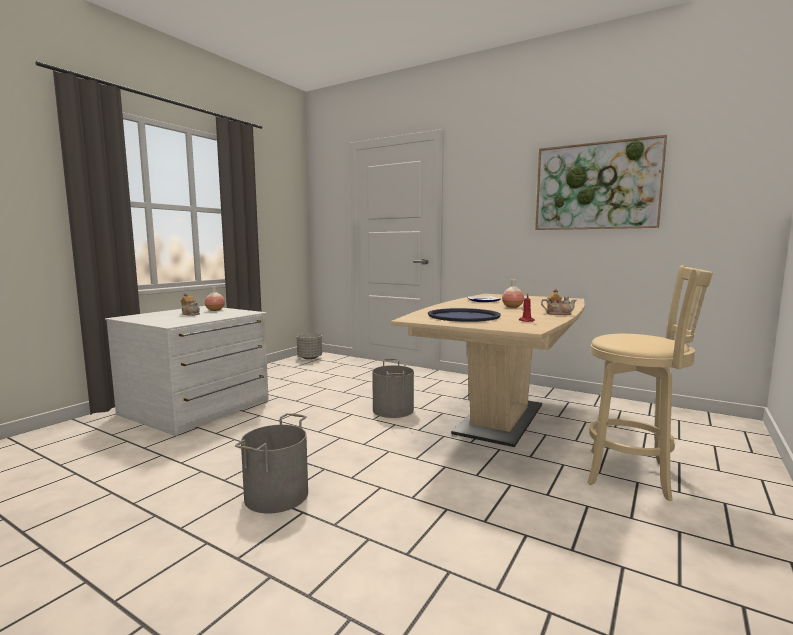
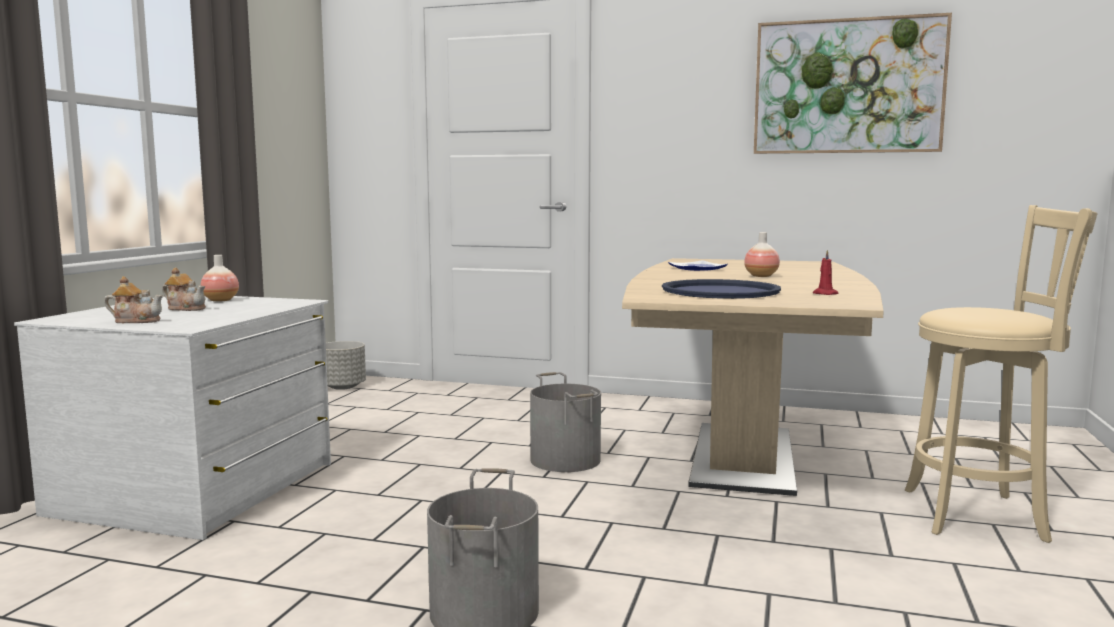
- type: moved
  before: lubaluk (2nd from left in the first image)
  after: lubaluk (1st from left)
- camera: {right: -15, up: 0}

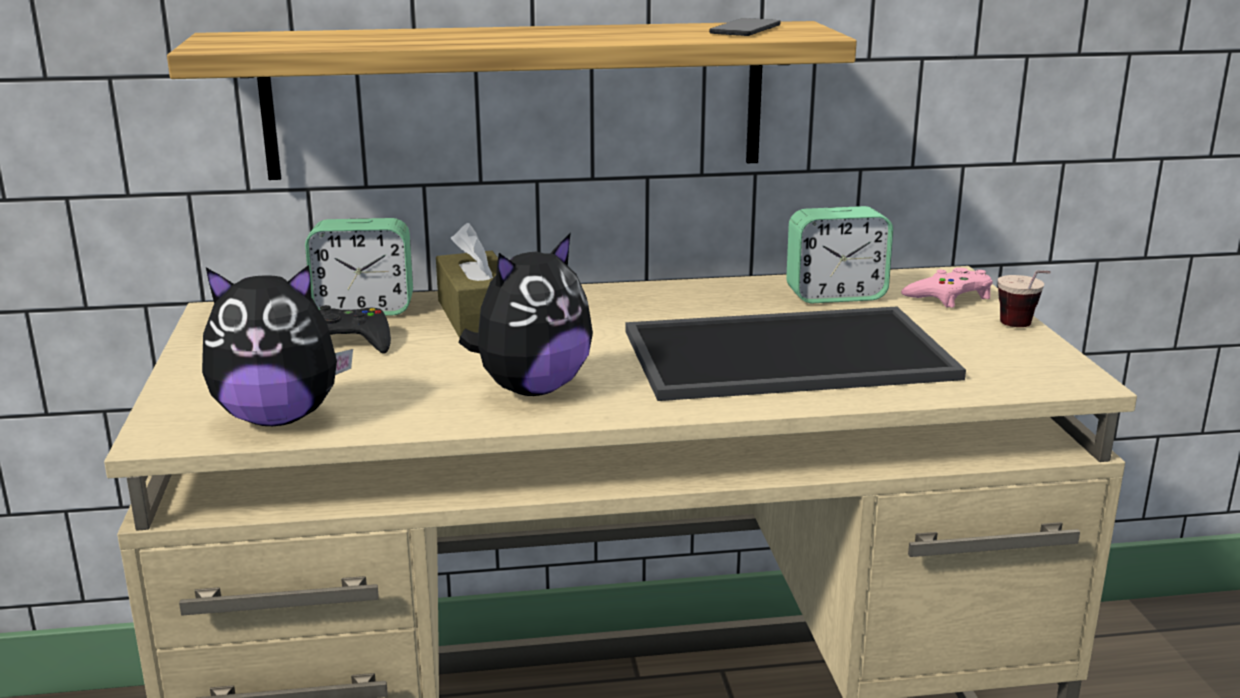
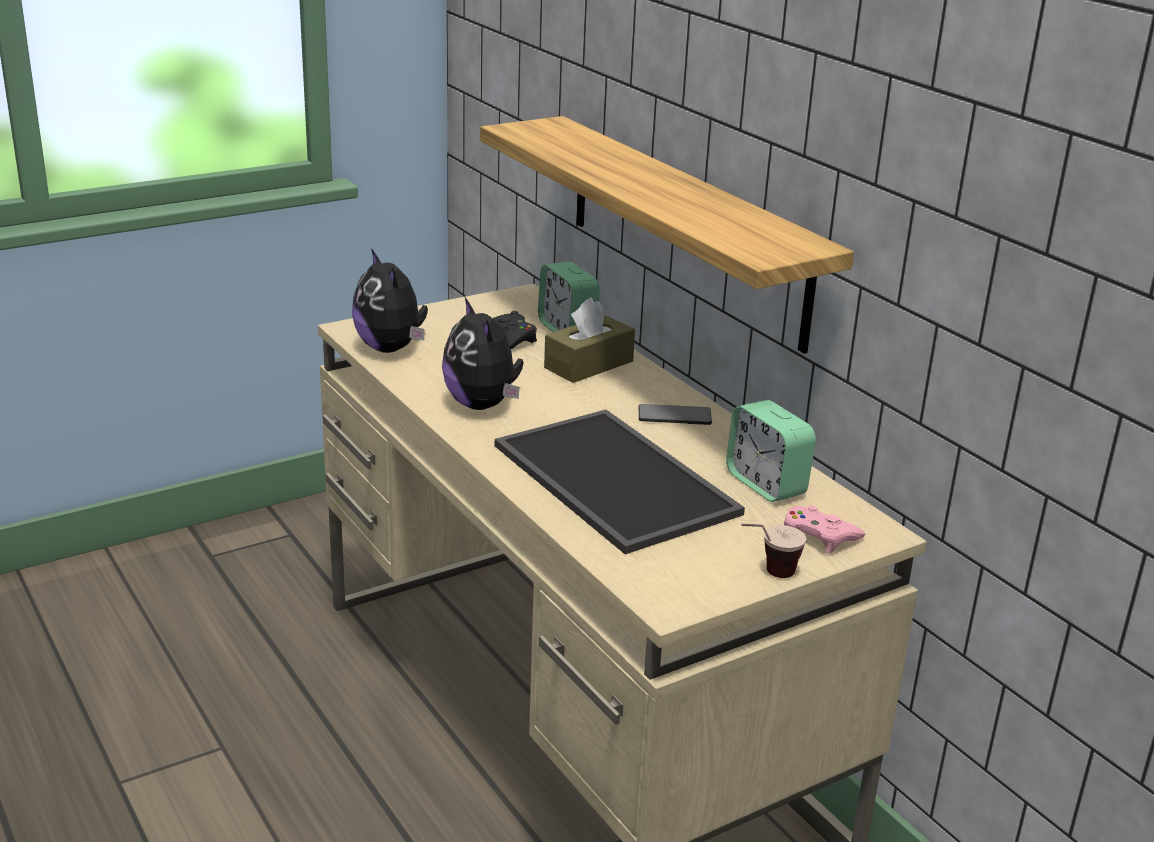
- type: moved
  before: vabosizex
- type: turned
  before: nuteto (2nd from left)
  turn: 45
- camera: {right: 65, up: 5}

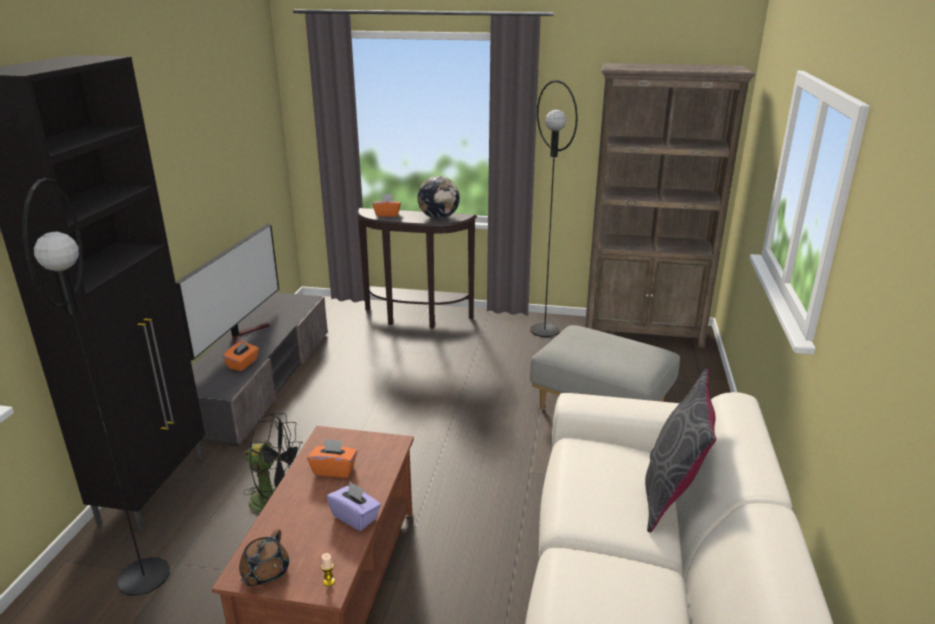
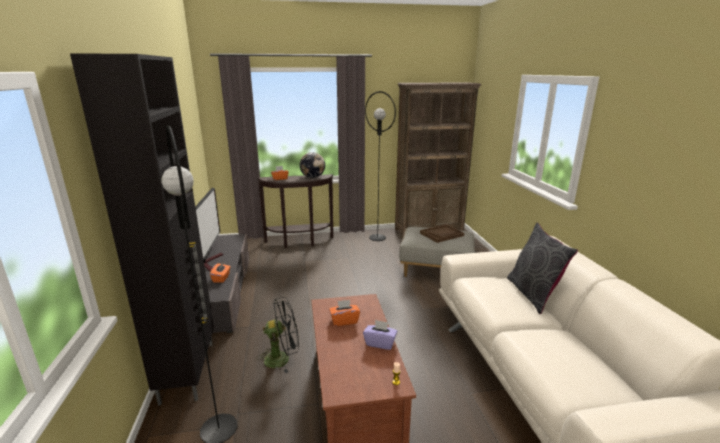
- type: removed
  before: brown lubaluk
- type: added
  after: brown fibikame
- camera: {right: -20, up: -5}

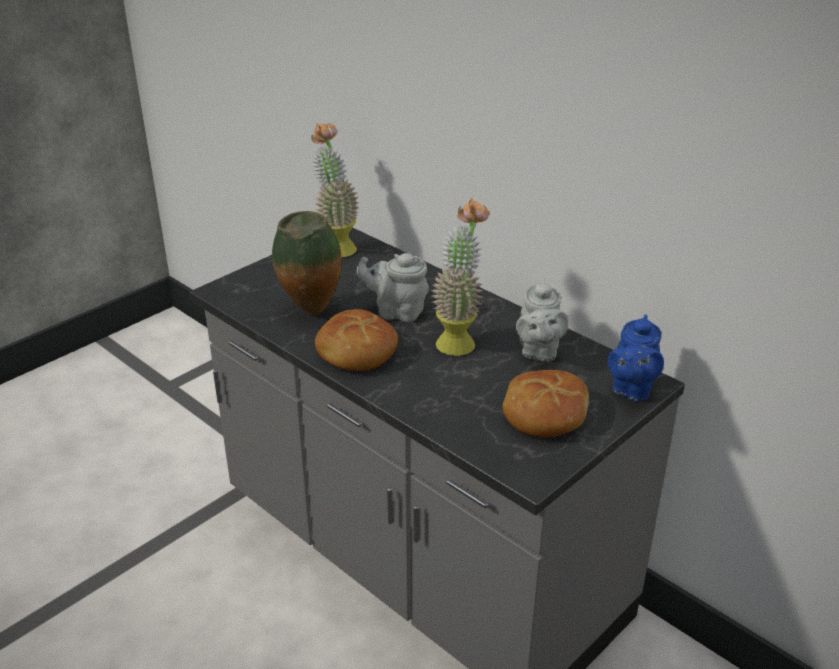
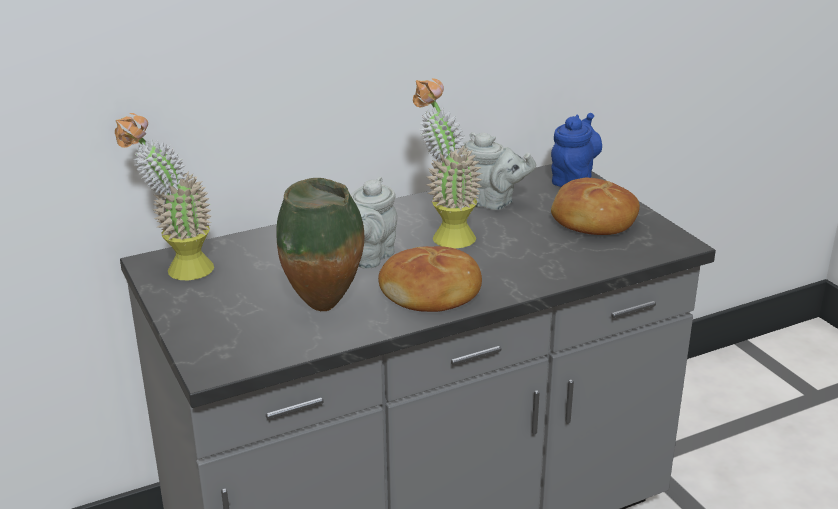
- type: turned
  before: blue lubaluk
  turn: -105
- camera: {right: -70, up: -5}

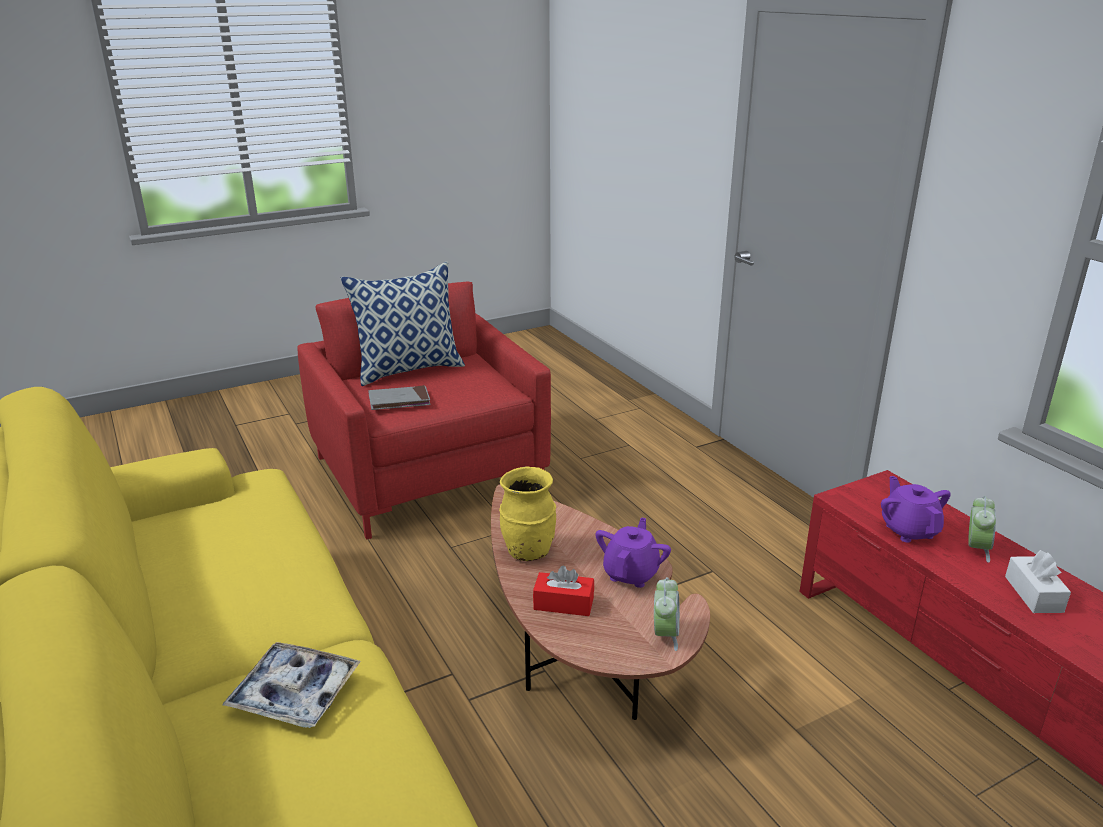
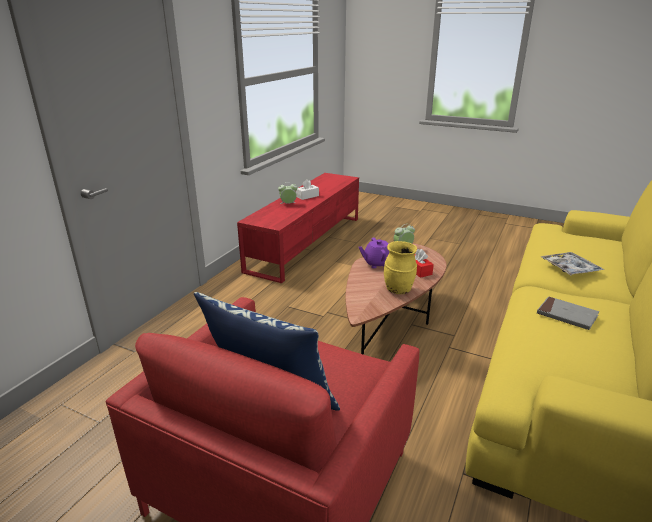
- type: moved
  before: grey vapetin
- type: removed
  before: purple lubaluk (2nd from left)
- camera: {right: -125, up: 0}

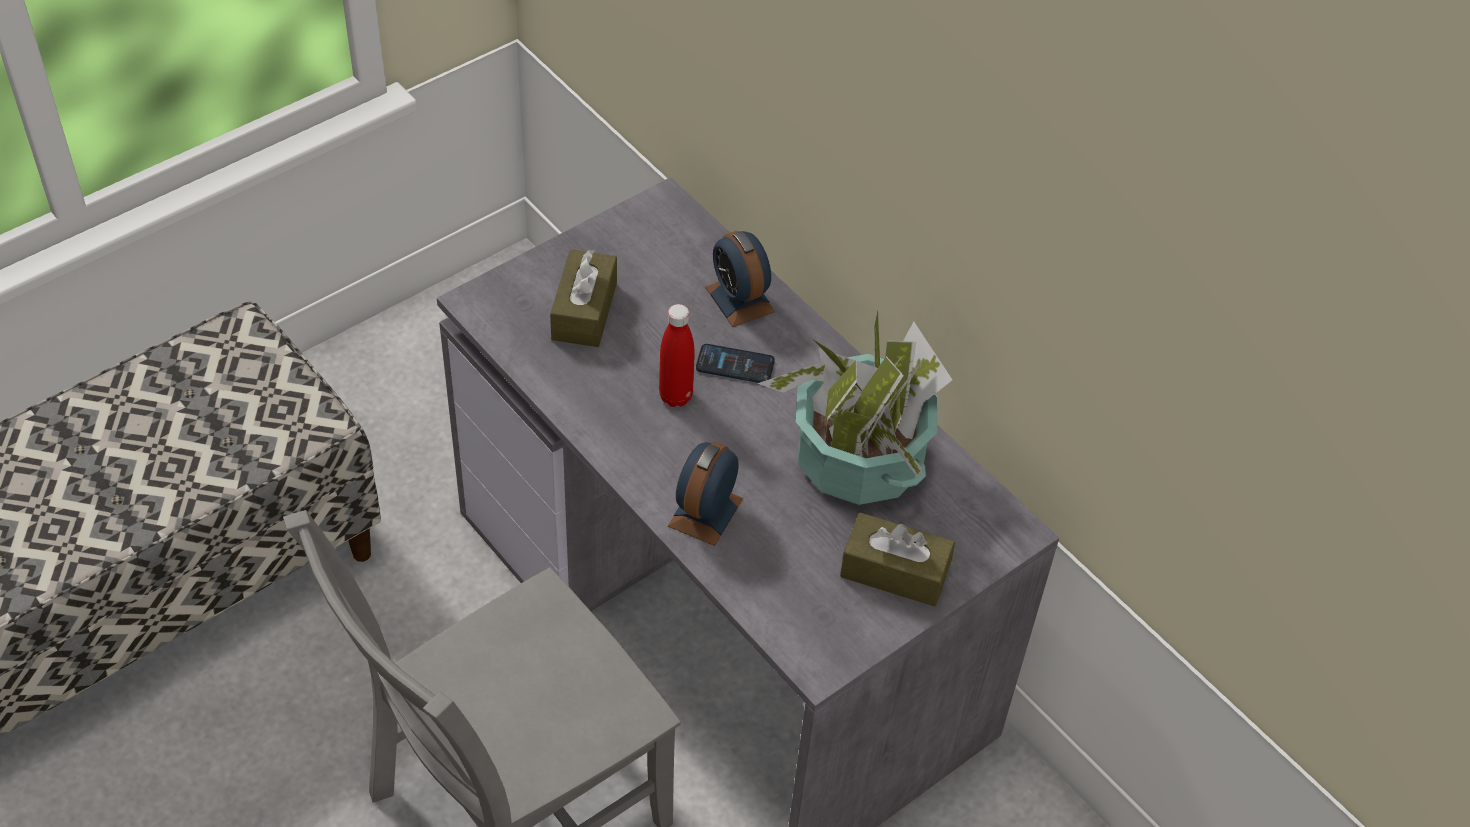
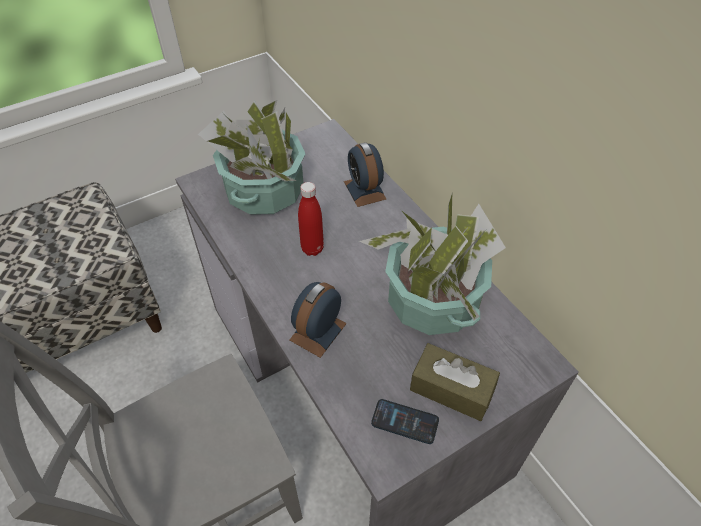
- type: replaced
  before: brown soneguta (1st from left)
  after: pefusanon (1st from left)
- type: moved
  before: vabosizex
- camera: {right: 10, up: 0}

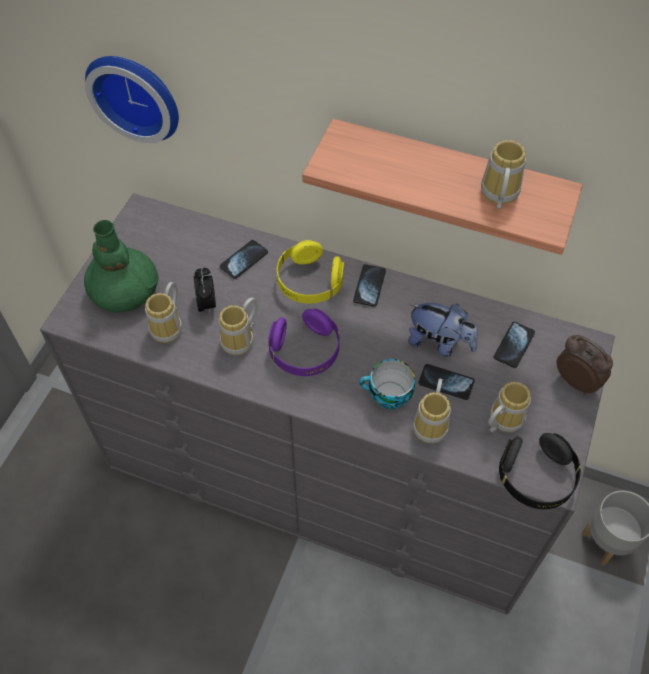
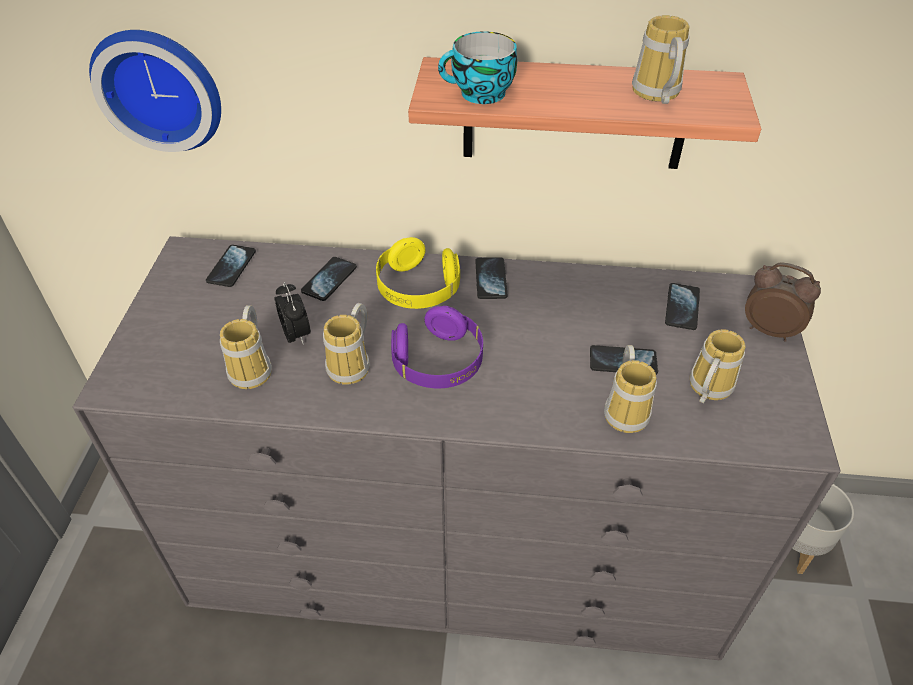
- type: removed
  before: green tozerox
- type: removed
  before: nuteto
- type: moved
  before: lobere
- type: removed
  before: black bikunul
- type: added
  after: vabosizex (1st from left)
- camera: {right: -15, up: -10}

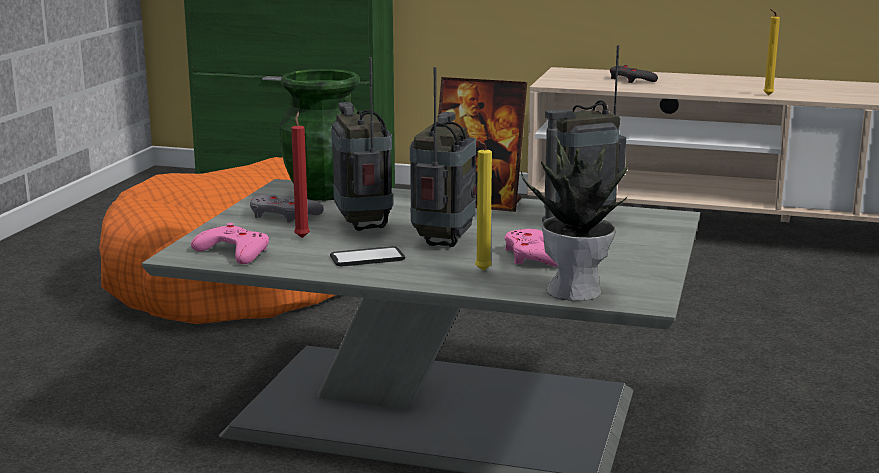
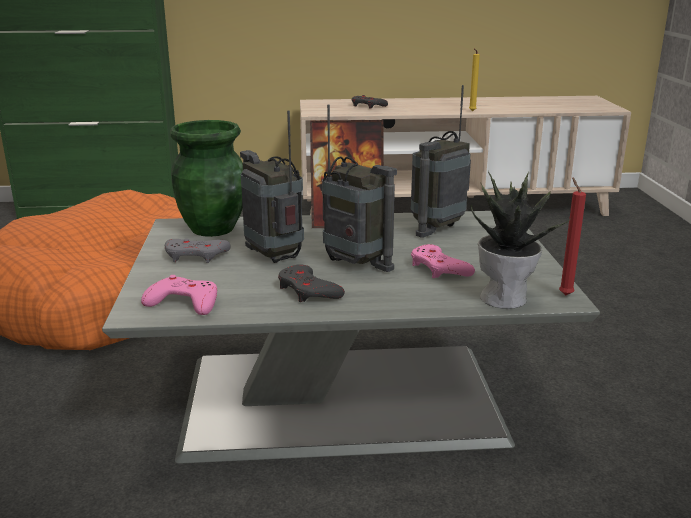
- type: turned
  before: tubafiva (2nd from left)
  turn: 135
- type: moved
  before: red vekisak
- type: removed
  before: yellow vekisak (1st from left)
- type: replaced
  before: vabosizex
  after: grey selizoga (2nd from left)
- camera: {right: -20, up: 5}

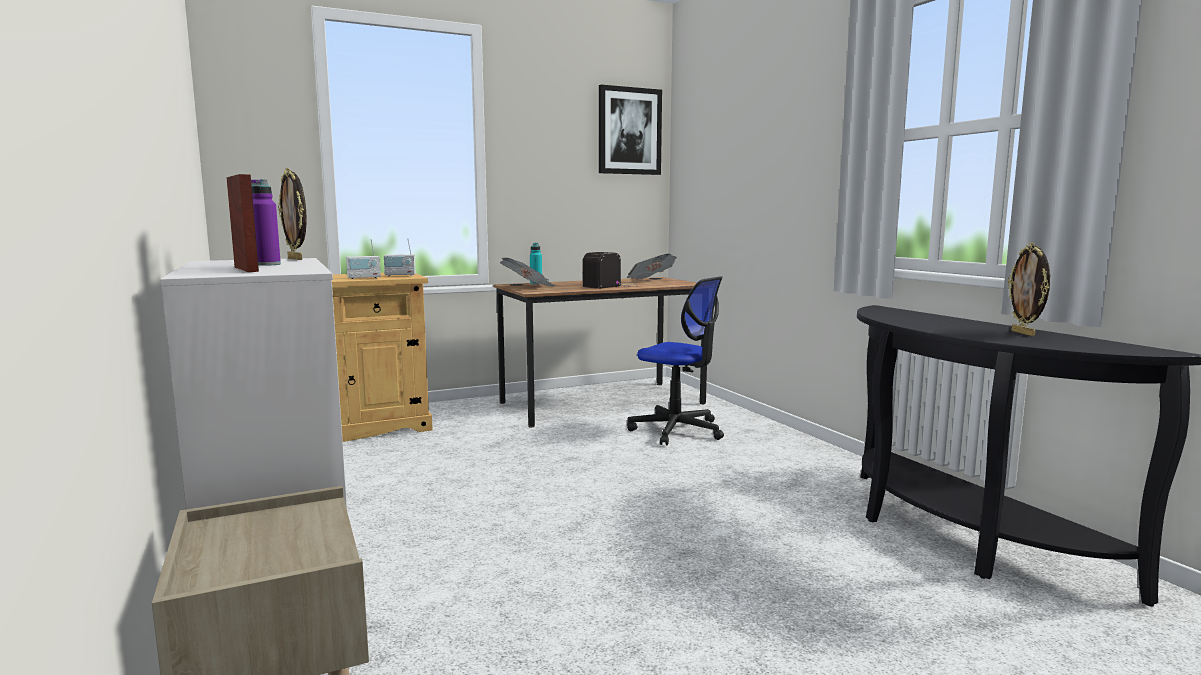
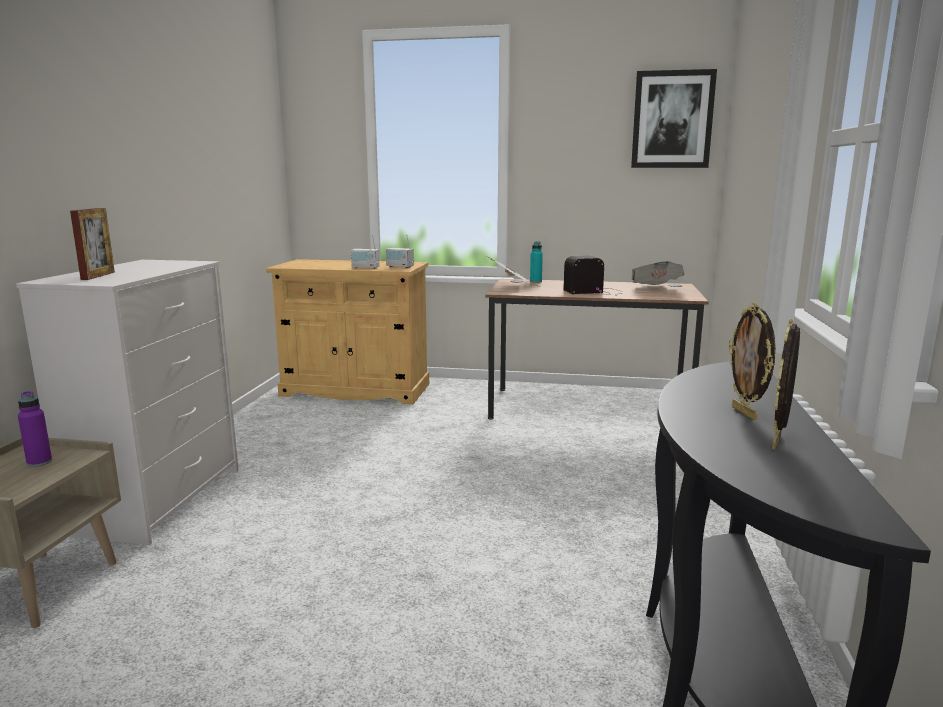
- type: moved
  before: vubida (2nd from left)
- type: moved
  before: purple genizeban
- type: removed
  before: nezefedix
- camera: {right: 35, up: 5}

